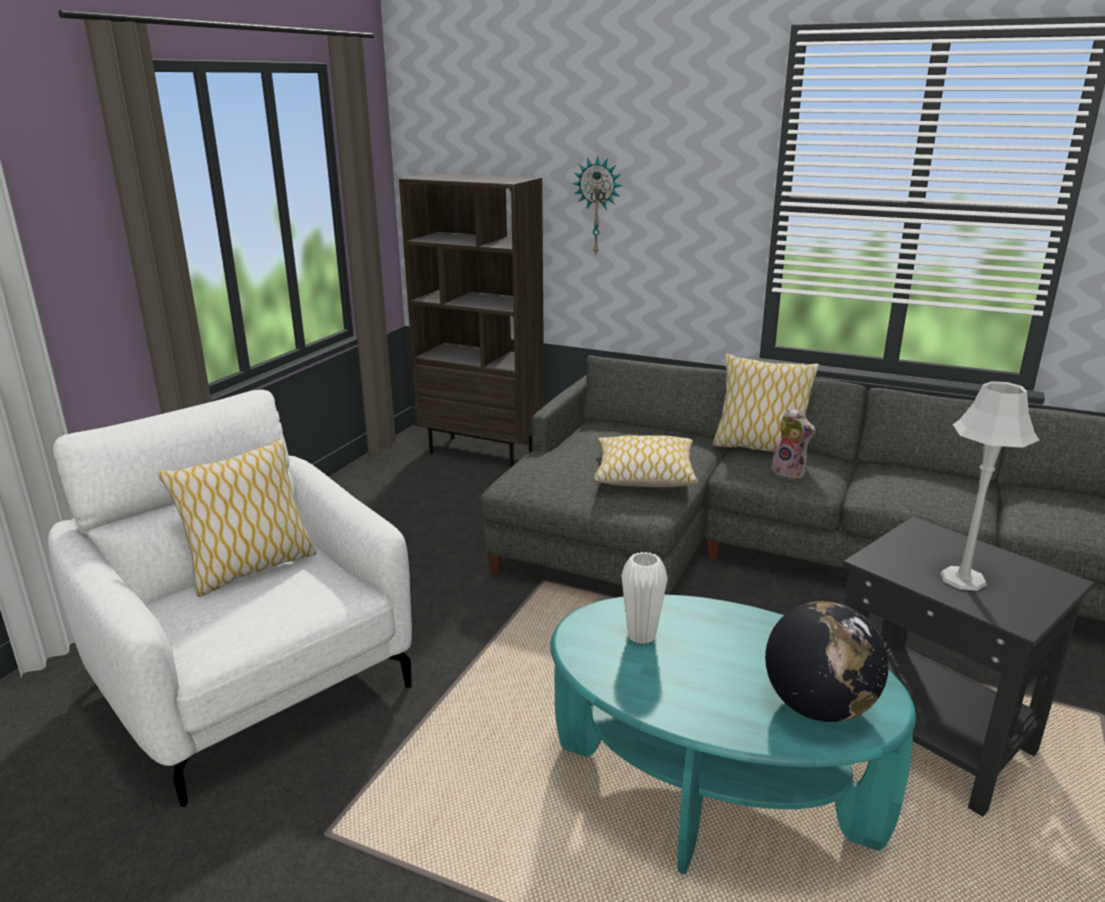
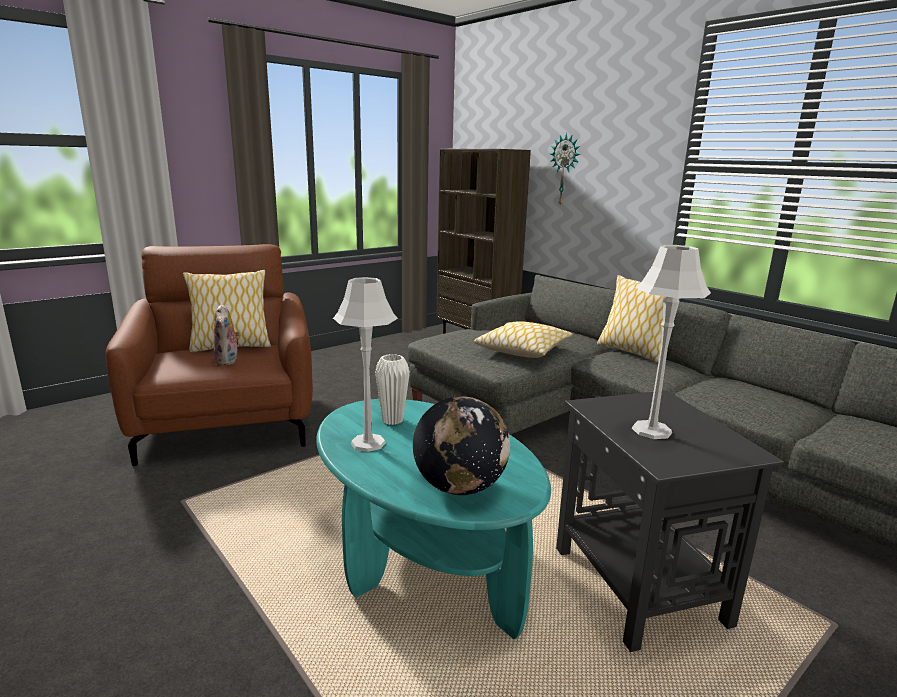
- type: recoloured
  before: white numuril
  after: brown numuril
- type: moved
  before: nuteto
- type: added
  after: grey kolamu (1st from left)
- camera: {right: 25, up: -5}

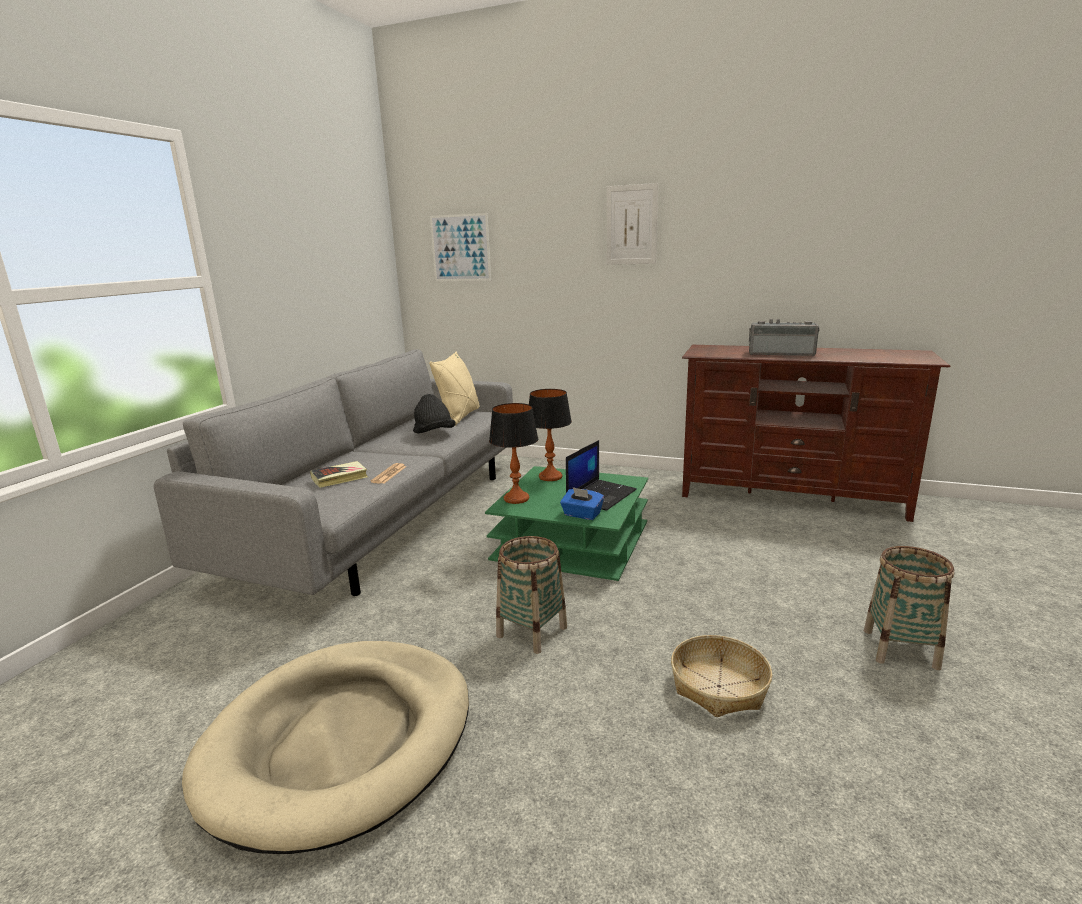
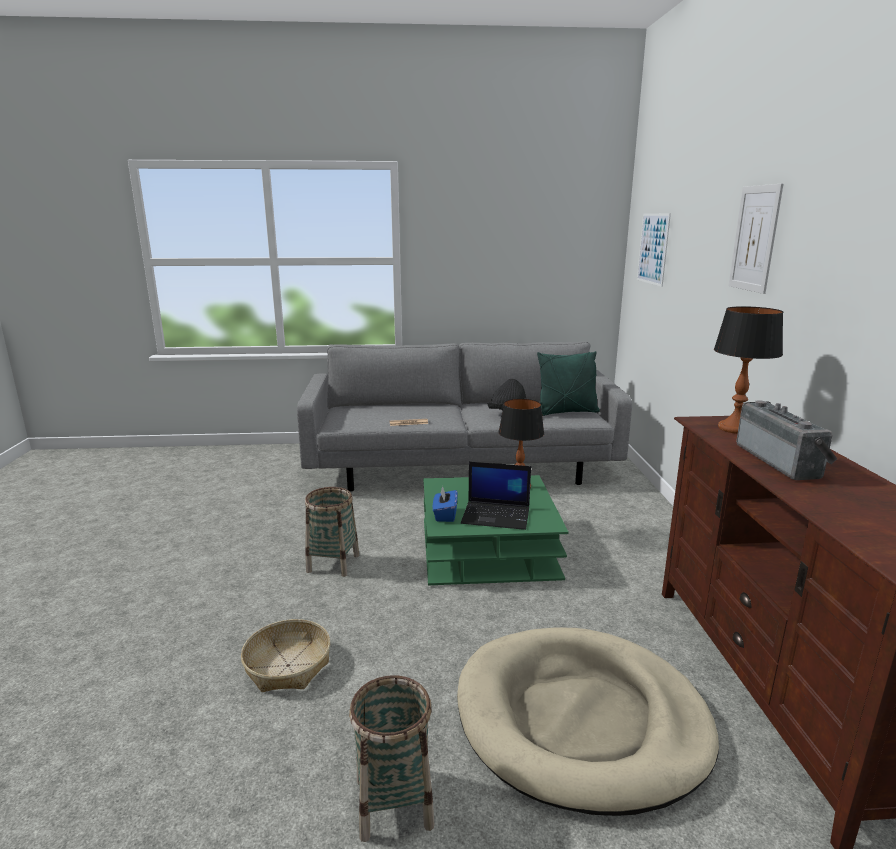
- type: recoloured
  before: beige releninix
  after: green releninix
- type: moved
  before: kolamu (1st from left in the first image)
  after: kolamu (2nd from left)
- type: removed
  before: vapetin
- type: moved
  before: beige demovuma
- camera: {right: 65, up: 0}

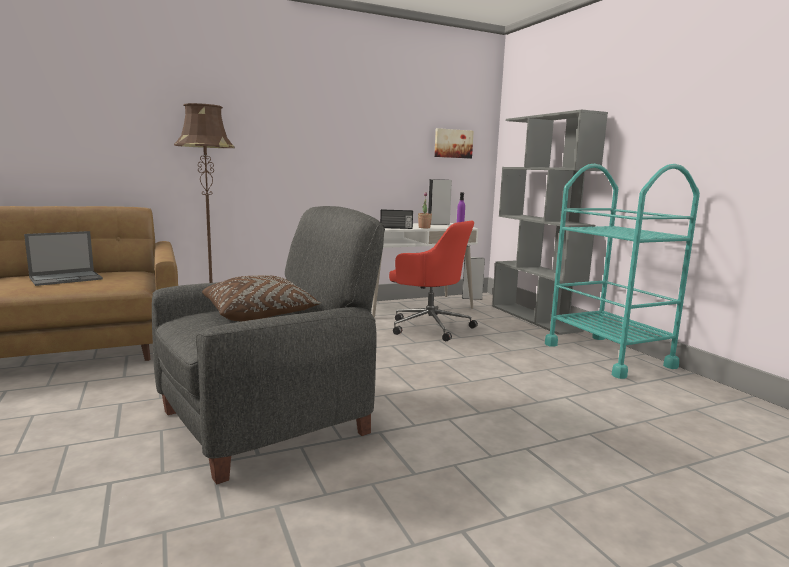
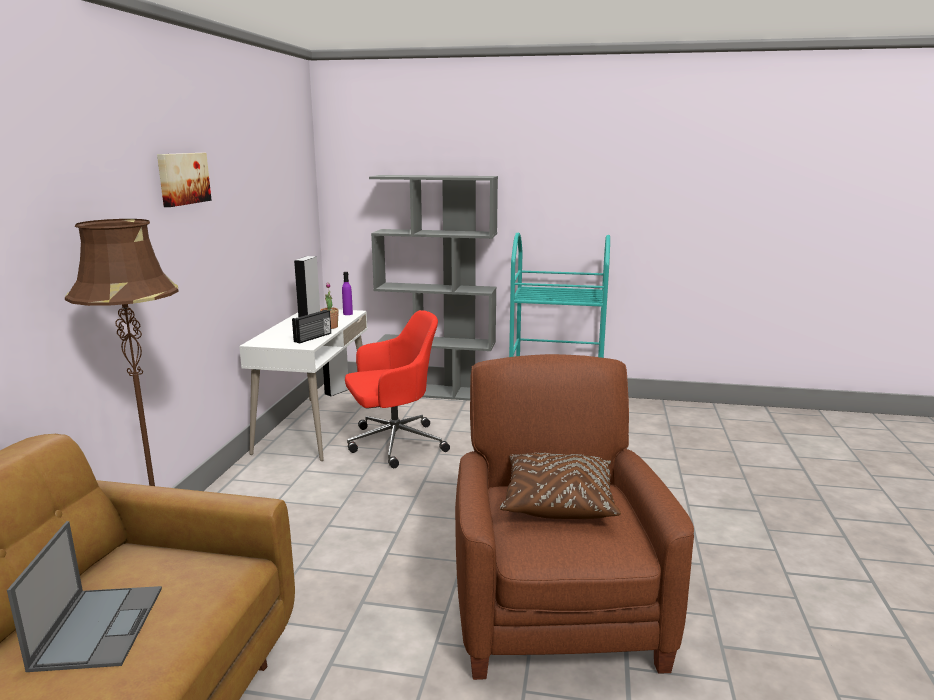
- type: moved
  before: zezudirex
- type: recoloured
  before: grey numuril
  after: brown numuril
- camera: {right: -55, up: 5}

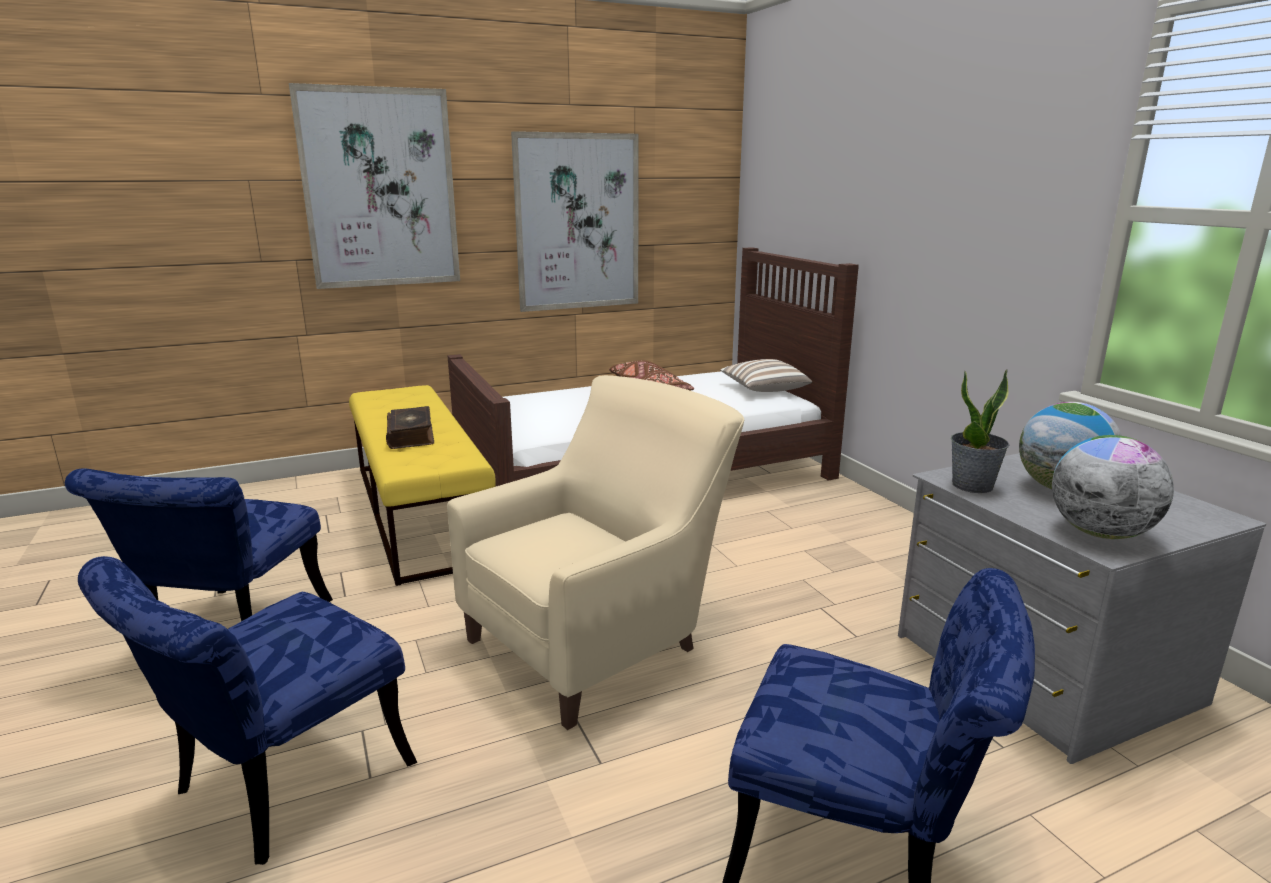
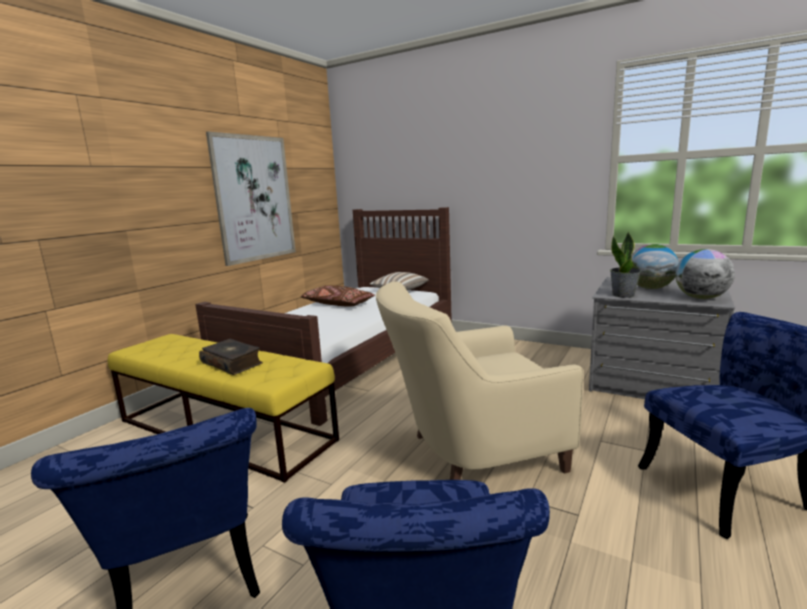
- type: removed
  before: zezudirex (1st from left)
- type: turned
  before: beige numuril
  turn: -120
- camera: {right: -35, up: -5}

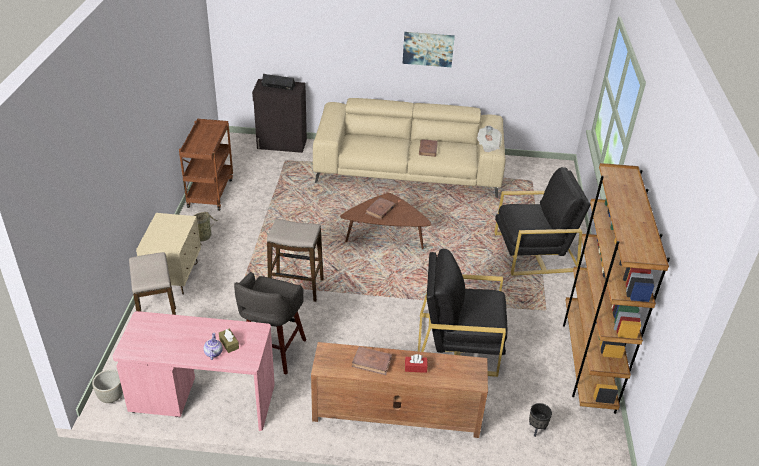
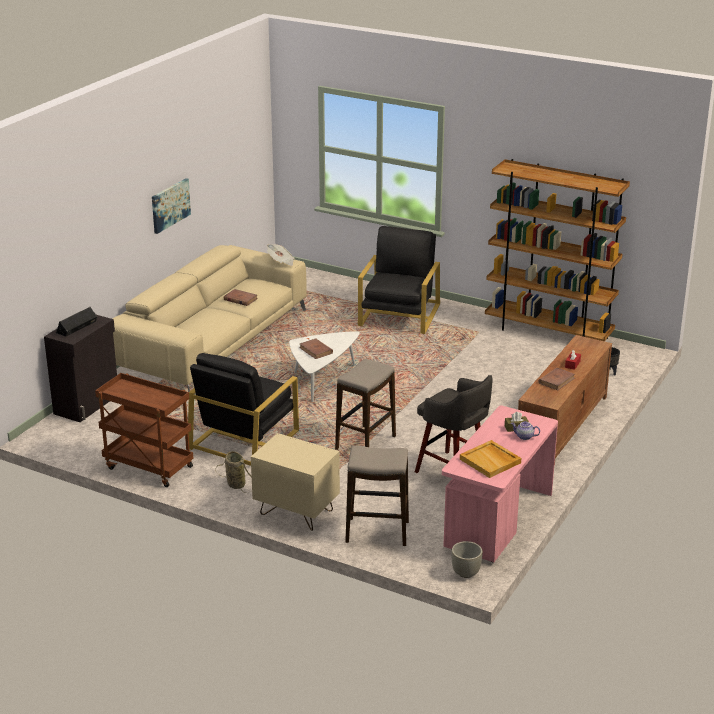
- type: recoloured
  before: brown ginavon
  after: white ginavon
- type: moved
  before: black numuril (1st from left)
- type: added
  after: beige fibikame
- camera: {right: -65, up: -10}

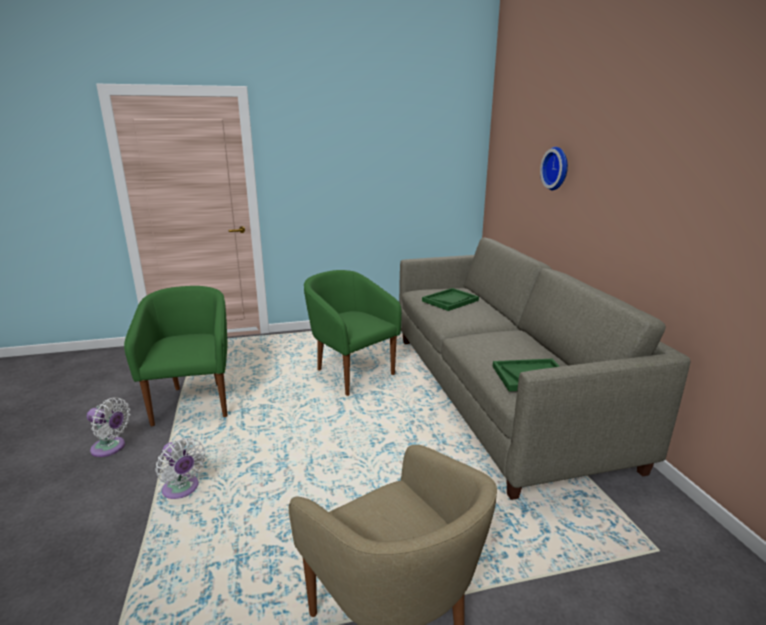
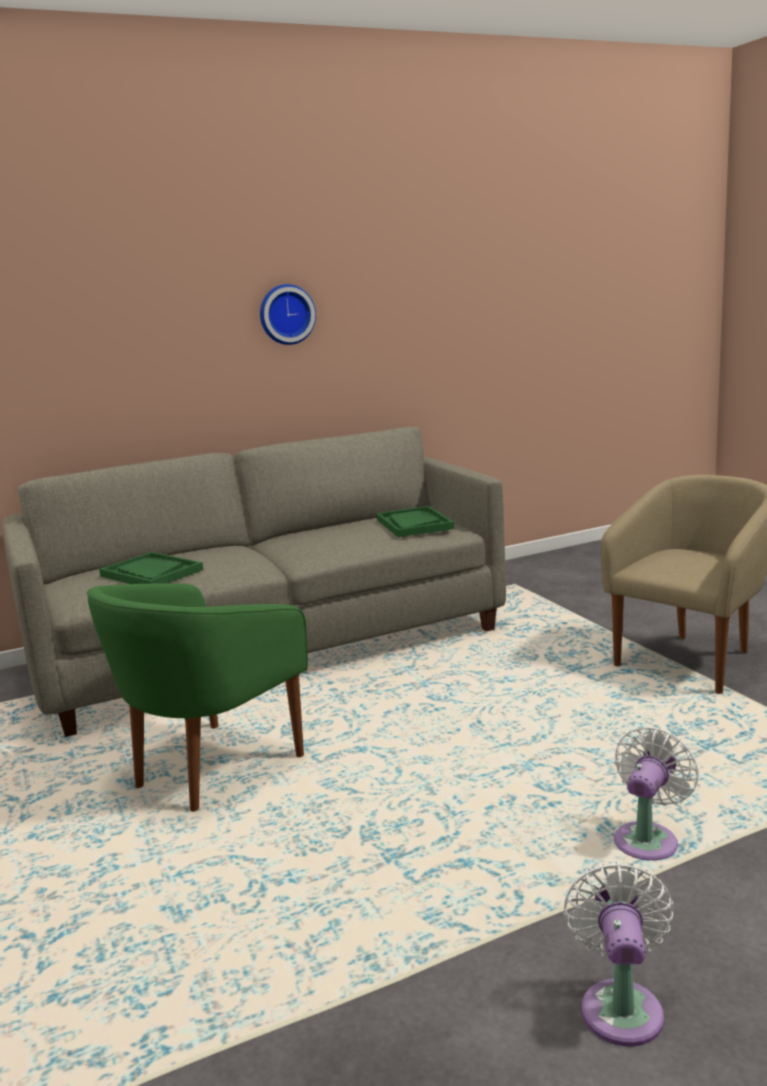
- type: moved
  before: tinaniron
- type: removed
  before: green numuril (1st from left)
- camera: {right: -100, up: -5}

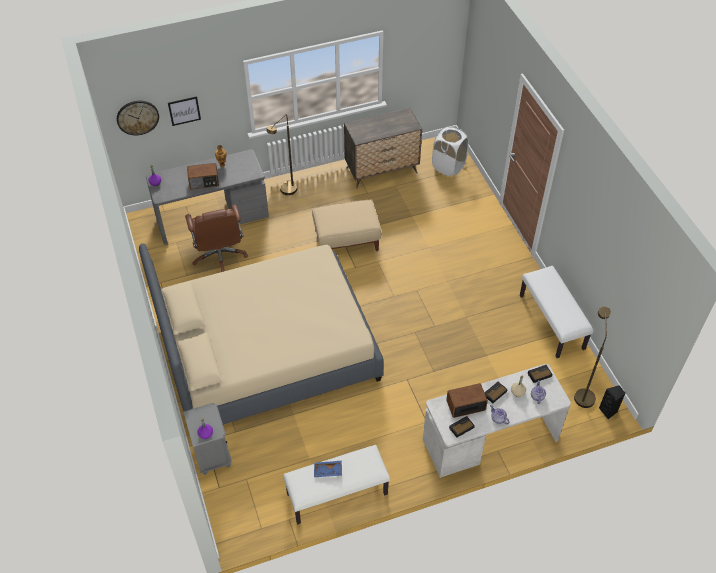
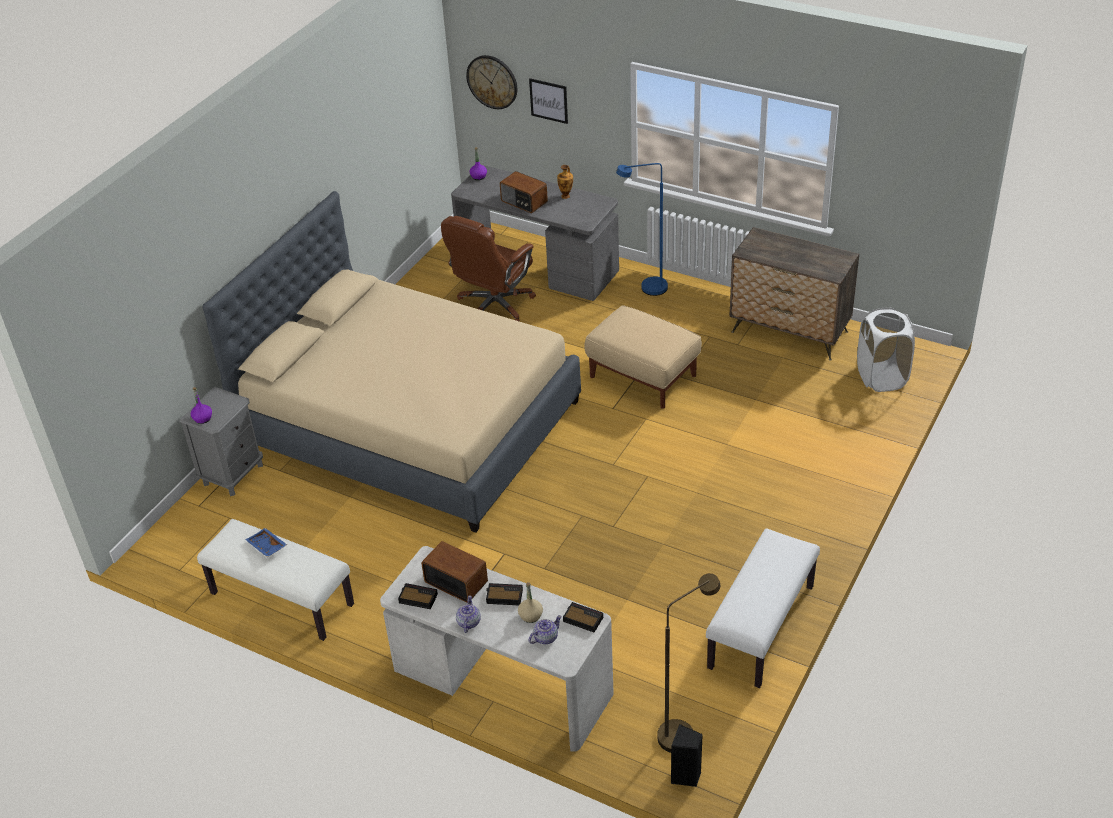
- type: recoloured
  before: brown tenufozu (1st from left)
  after: blue tenufozu
- camera: {right: 50, up: -10}

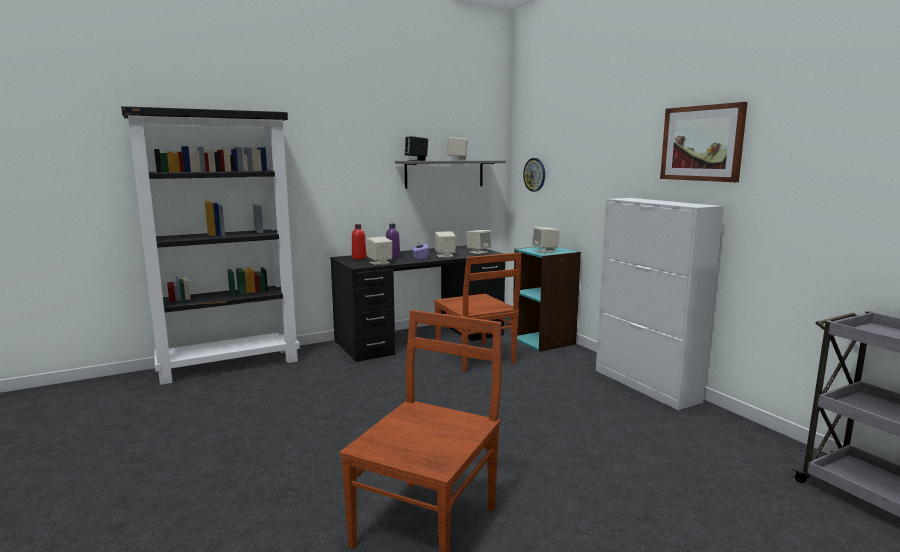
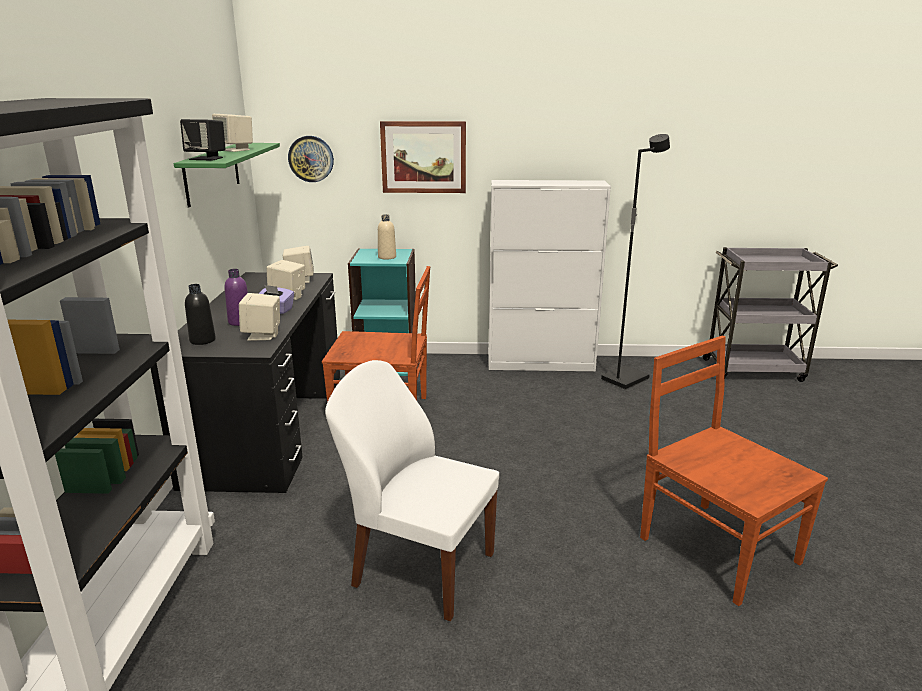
- type: moved
  before: zezudirex
- type: recoloured
  before: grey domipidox
  after: green domipidox
- type: recoloured
  before: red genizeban
  after: black genizeban
- type: replaced
  before: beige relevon (5th from left)
  after: beige genizeban
- type: added
  after: black tenufozu
- type: added
  after: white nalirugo
- camera: {right: -60, up: 10}

